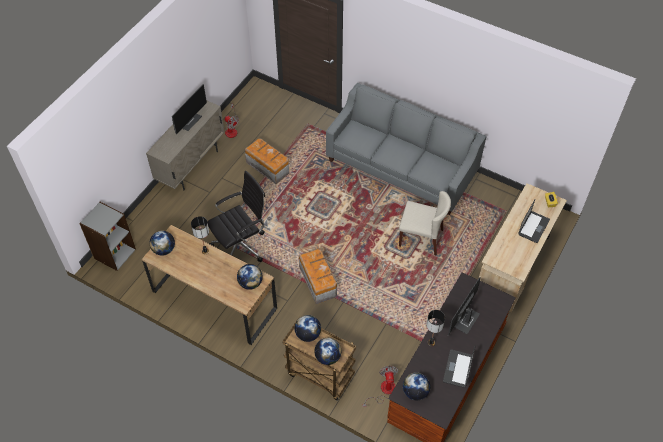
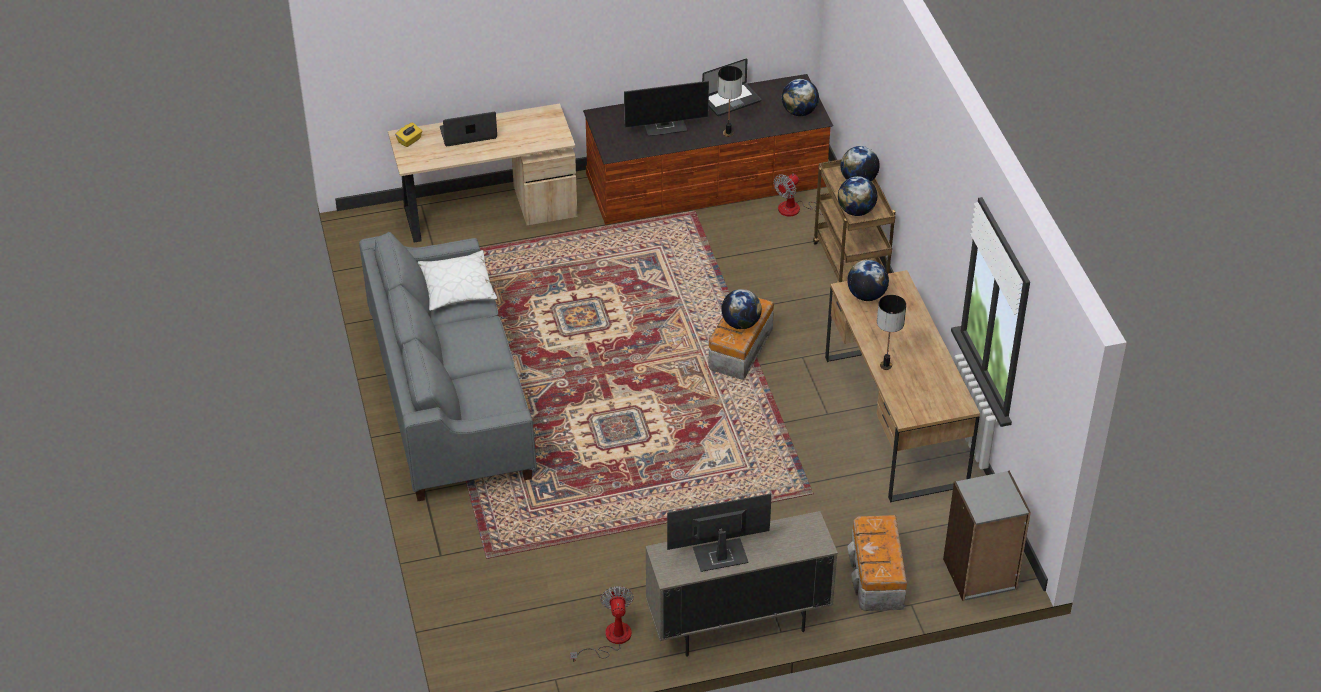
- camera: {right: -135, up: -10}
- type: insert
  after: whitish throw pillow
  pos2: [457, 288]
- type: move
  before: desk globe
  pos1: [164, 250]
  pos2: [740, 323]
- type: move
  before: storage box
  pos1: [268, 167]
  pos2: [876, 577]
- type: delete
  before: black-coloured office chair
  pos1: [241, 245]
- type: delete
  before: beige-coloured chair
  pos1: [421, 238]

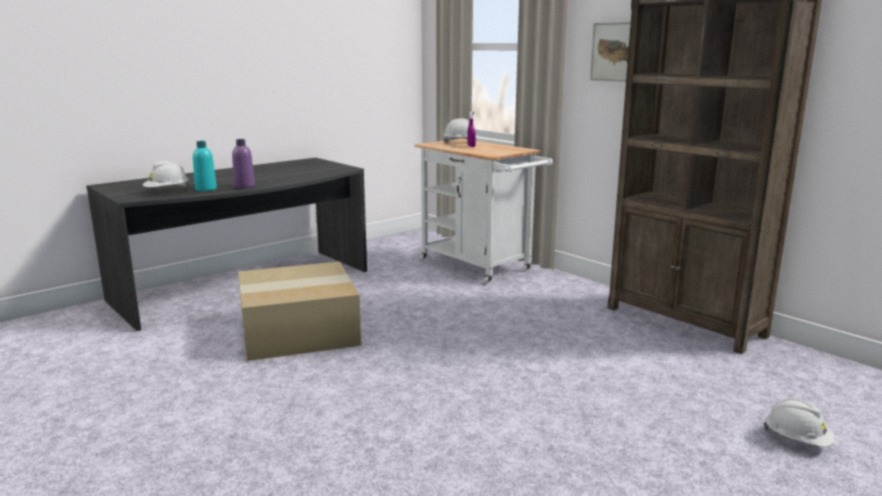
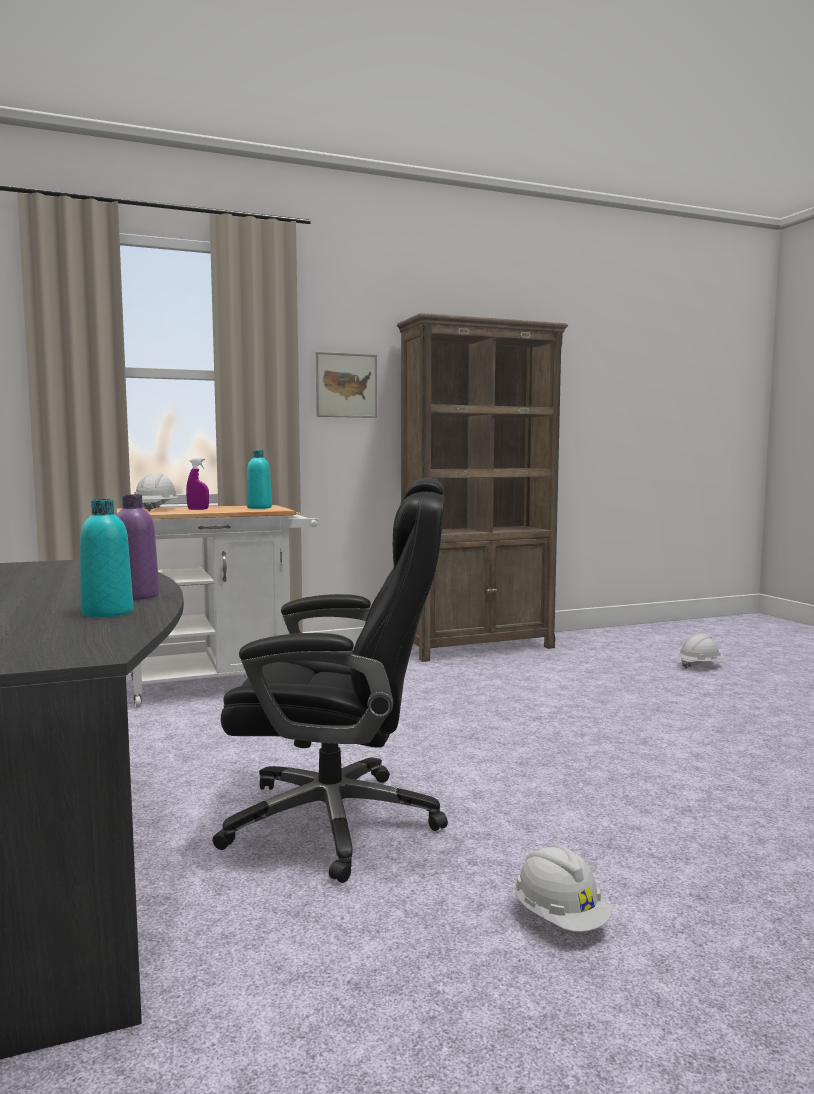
- camera: {right: -70, up: -10}
- type: replace
  before: packing box
  after: black-coloured office chair
  pos1: [297, 332]
  pos2: [338, 821]
- type: insert
  after: turquoise-coloured bottle
  pos2: [259, 508]
- type: move
  before: whitish hard hat
  pos1: [167, 191]
  pos2: [560, 918]

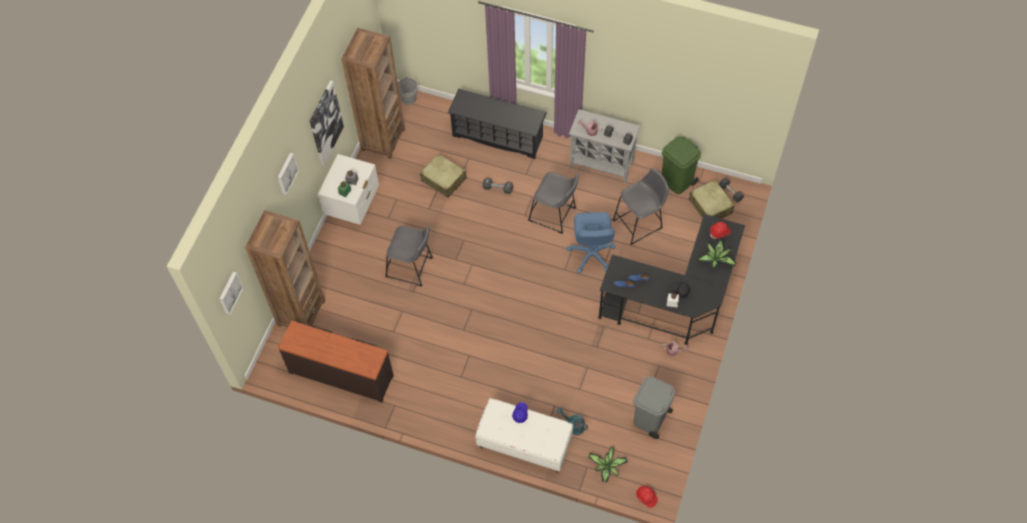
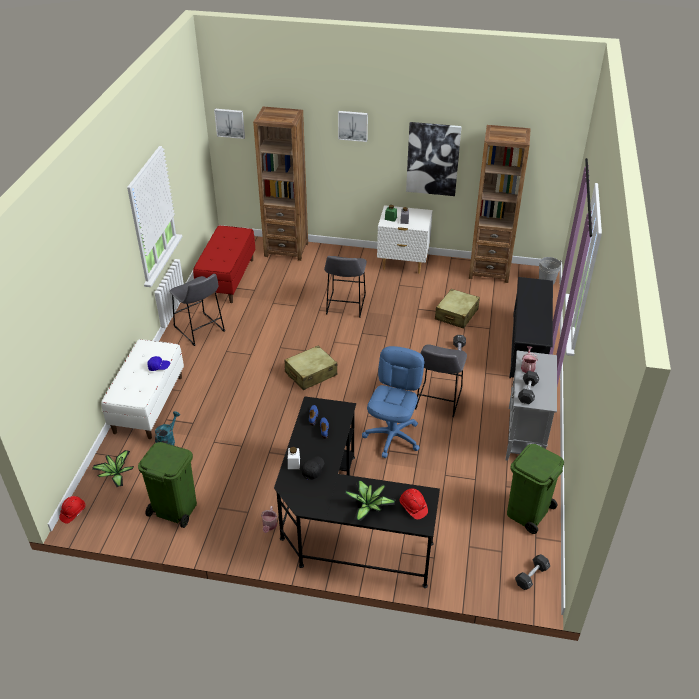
- camera: {right: 80, up: -20}
- type: recolor
  before: gray trash can
  after: greenish trash can
  pos1: [650, 419]
  pos2: [174, 509]
- type: move
  before: gray stool seat
  pos1: [639, 223]
  pos2: [200, 330]
- type: replace
  before: brown chest of drawers
  after: reddish long seat
  pos1: [341, 373]
  pos2: [227, 279]
- type: move
  before: beige-coloured travel case
  pos1: [710, 206]
  pos2: [310, 374]
- type: rotate
  before: blue office chair
  pos1: [591, 254]
  pos2: [393, 436]
  turn: 120

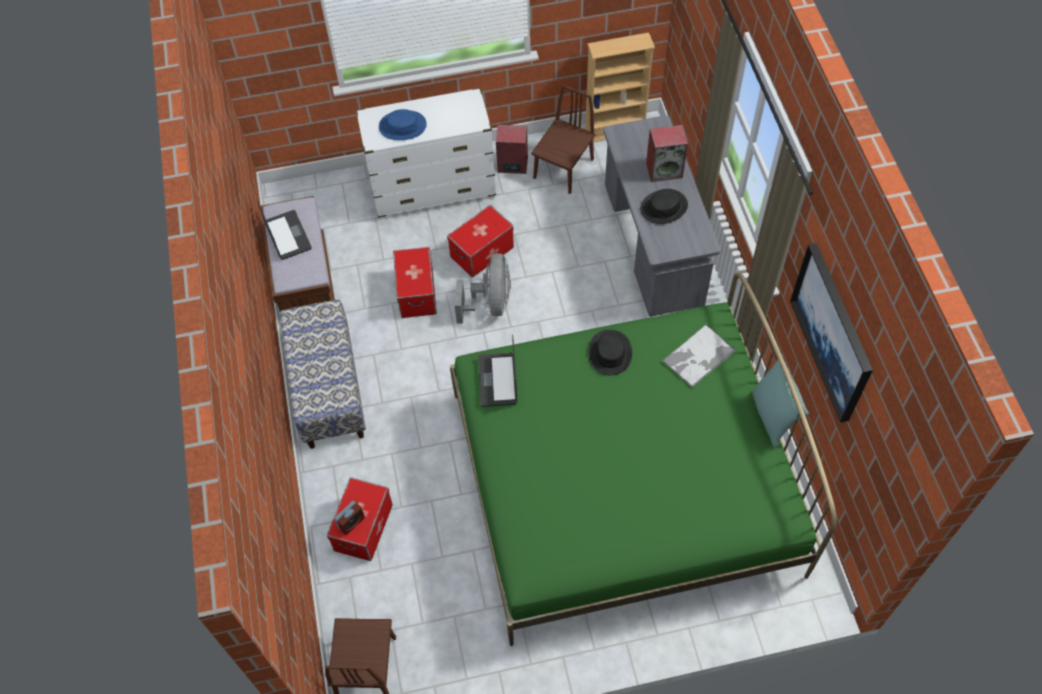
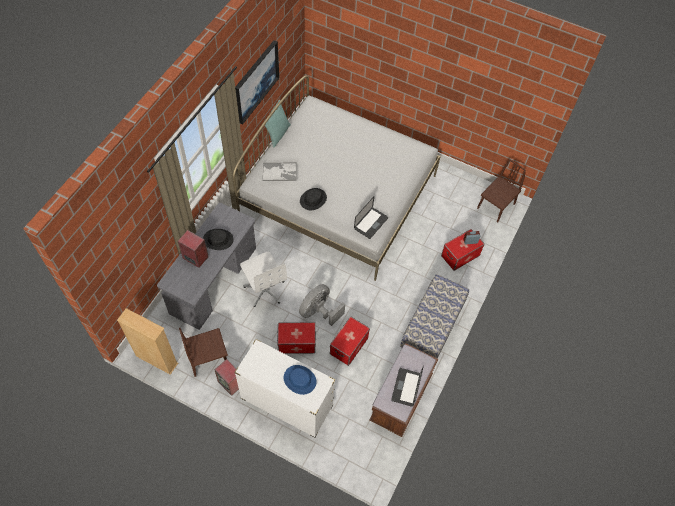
- camera: {right: -145, up: 0}
- type: recolor
  before: greenish bed
  after: whitish bed
  pos1: [623, 482]
  pos2: [339, 195]
- type: insert
  after: whitish office chair
  pos2: [265, 289]

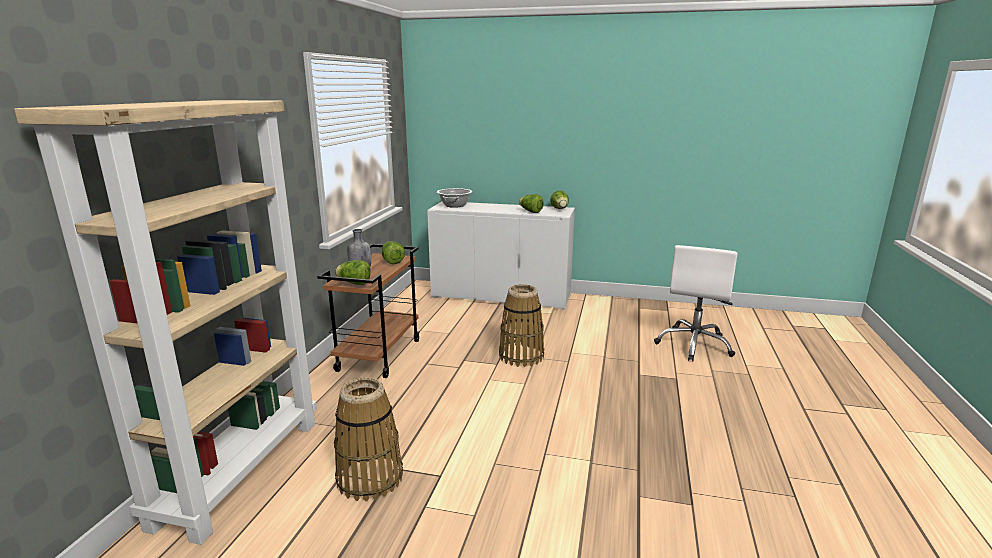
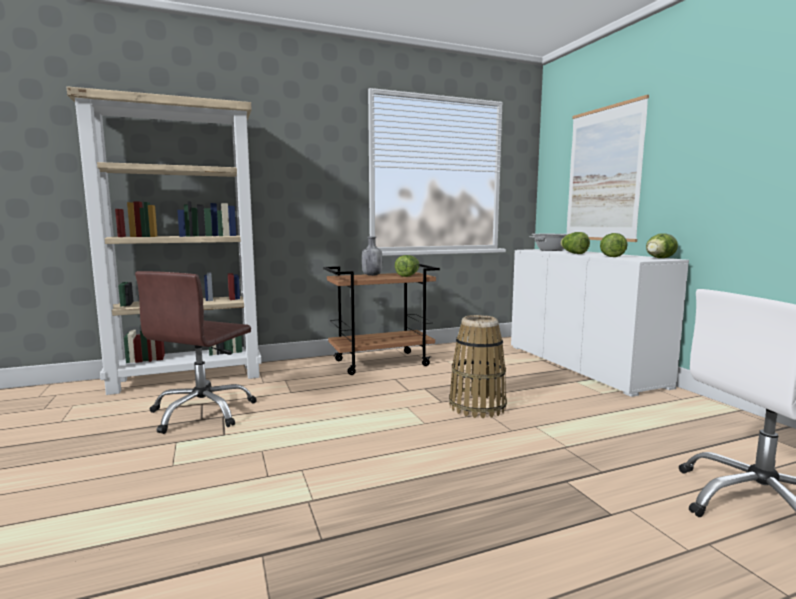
- camera: {right: 55, up: -10}
- type: replace
  before: basket
  after: brown office chair
  pos1: [369, 478]
  pos2: [203, 413]
- type: move
  before: lettuce head
  pos1: [354, 283]
  pos2: [573, 253]
- type: insert
  after: wall picture
  pos2: [603, 174]

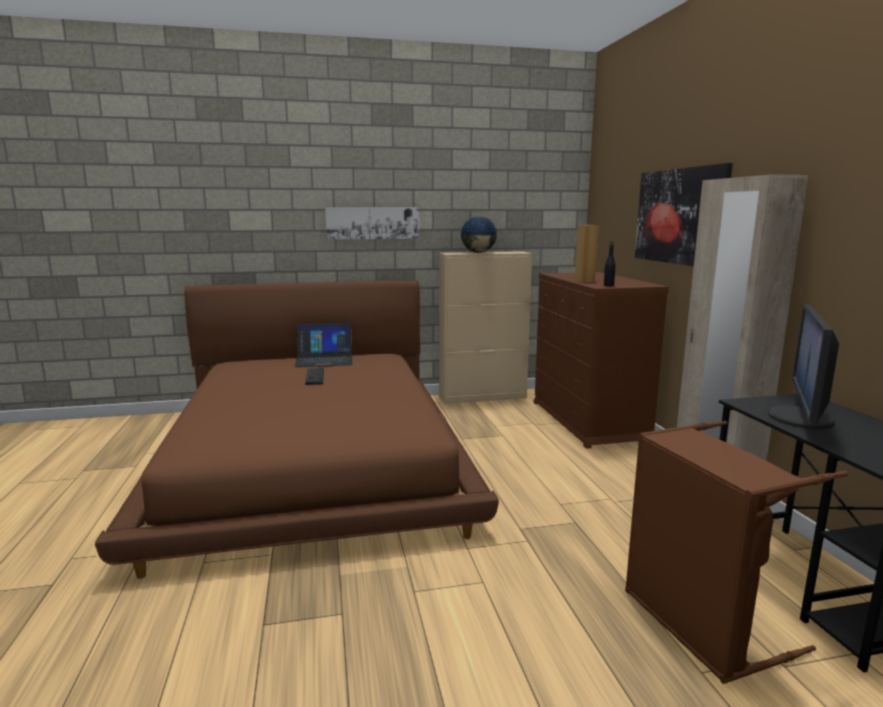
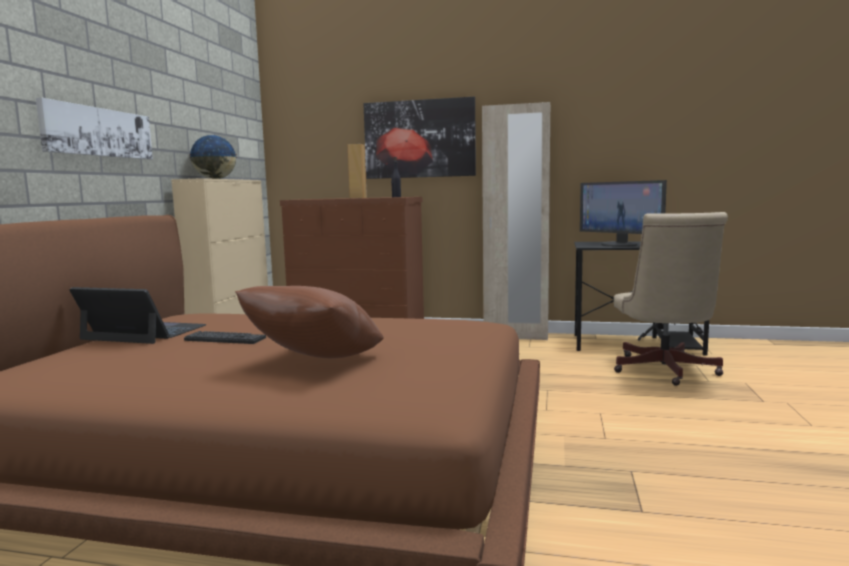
- camera: {right: -65, up: -5}
- type: rotate
  before: notebook computer
  pos1: [324, 359]
  pos2: [144, 332]
  turn: -90
- type: insert
  after: brown throw pillow
  pos2: [315, 362]
- type: replace
  before: brown washing basket
  after: beige-coloured office chair
  pos1: [699, 624]
  pos2: [664, 371]

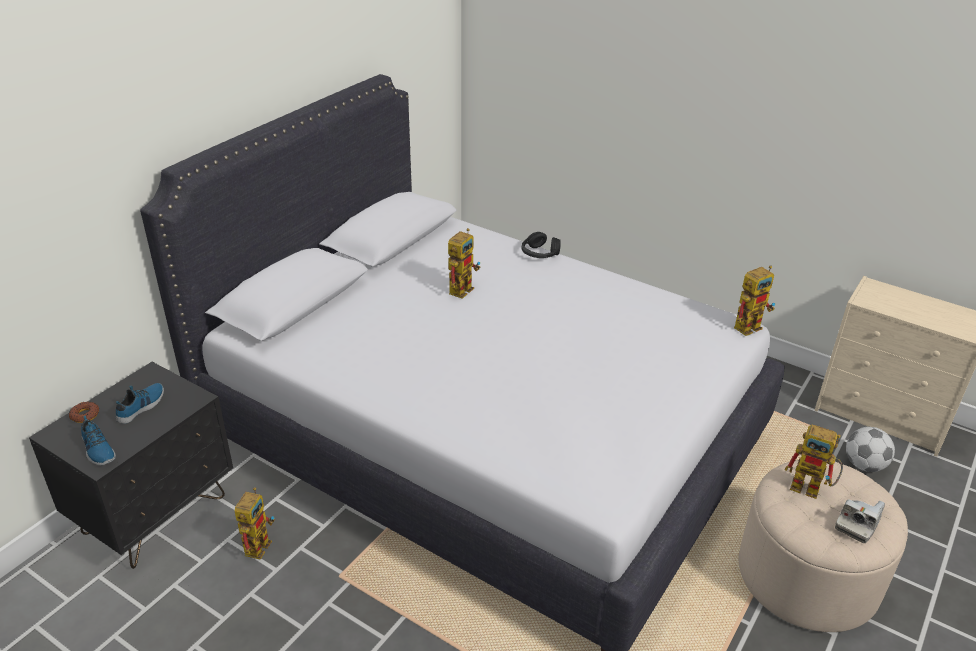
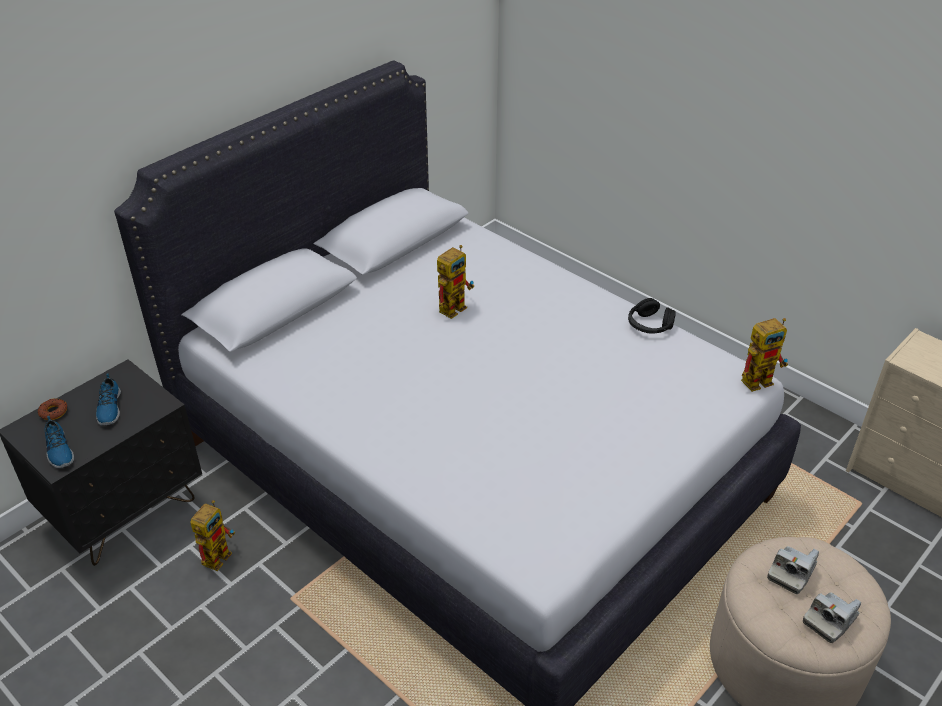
- camera: {right: 10, up: 5}
- type: rotate
  before: low shoe
  pos1: [142, 406]
  pos2: [109, 408]
  turn: 135
- type: move
  before: black-coloured pair of headphones
  pos1: [540, 254]
  pos2: [649, 325]
- type: replace
  before: model robot
  after: still camera
  pos1: [812, 488]
  pos2: [791, 572]
- type: delete
  before: football ball
  pos1: [864, 465]

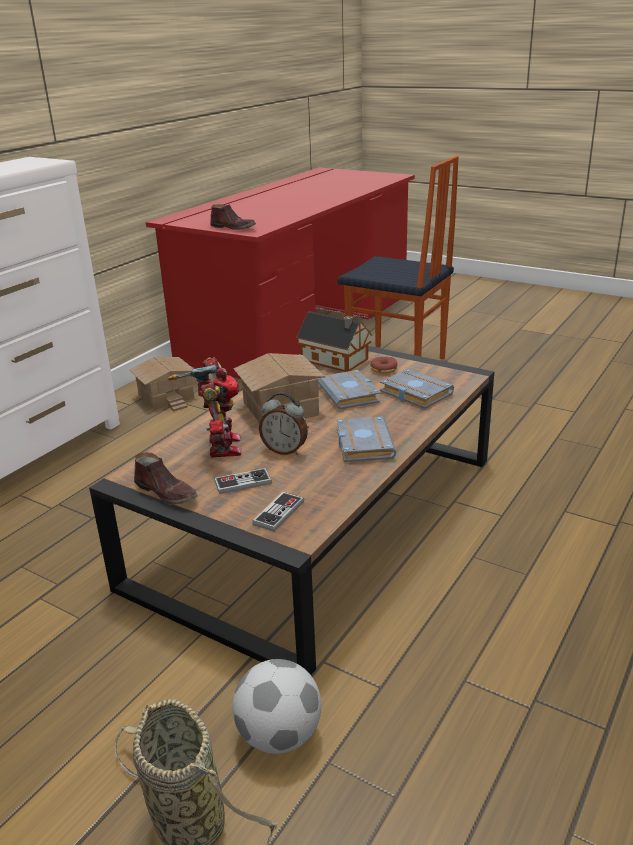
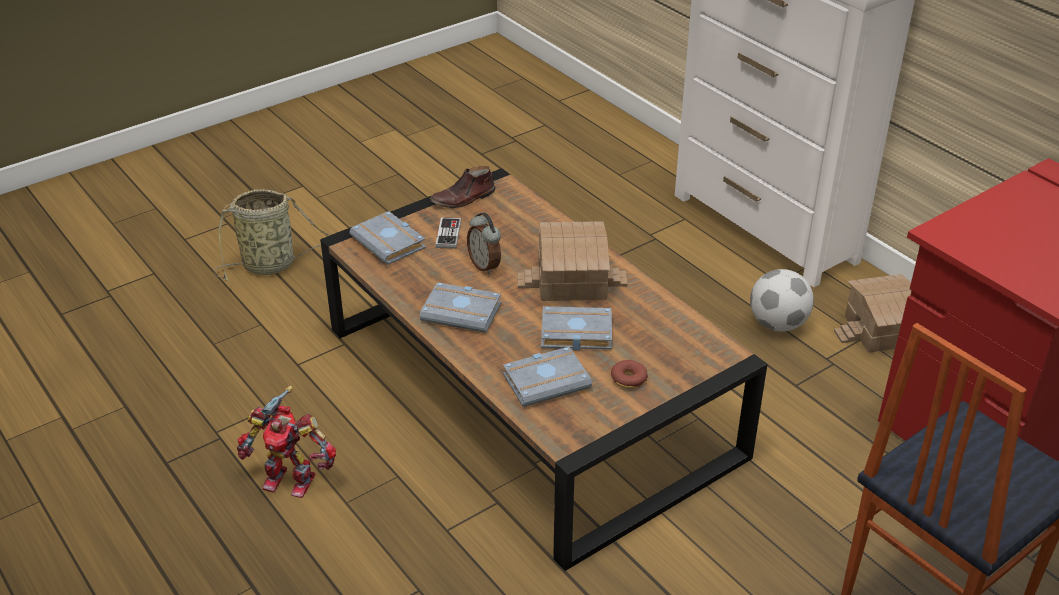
- camera: {right: 110, up: 10}
- type: move
  before: model robot
  pos1: [220, 447]
  pos2: [290, 479]
- type: replace
  before: gamepad
  after: gray volume
  pos1: [278, 513]
  pos2: [390, 243]
- type: rotate
  before: table clock
  pos1: [285, 450]
  pos2: [485, 266]
  turn: -75
- type: move
  before: football ball
  pos1: [279, 736]
  pos2: [777, 324]
- type: delete
  before: brown low shoe
  pos1: [233, 227]
- type: delete
  before: model house
  pos1: [336, 360]

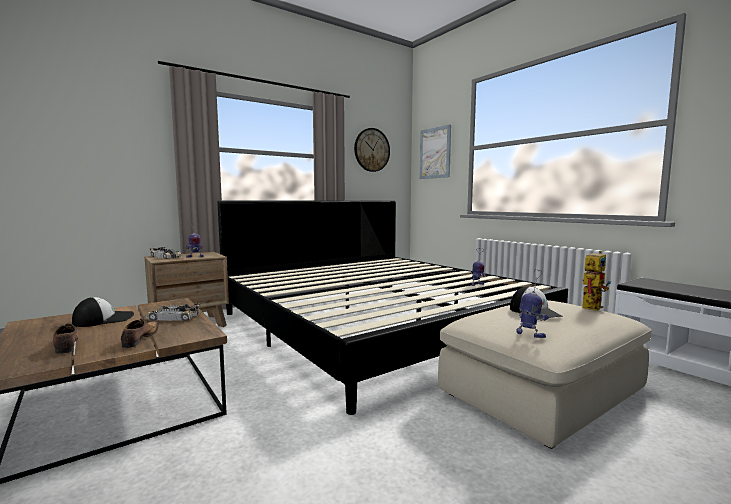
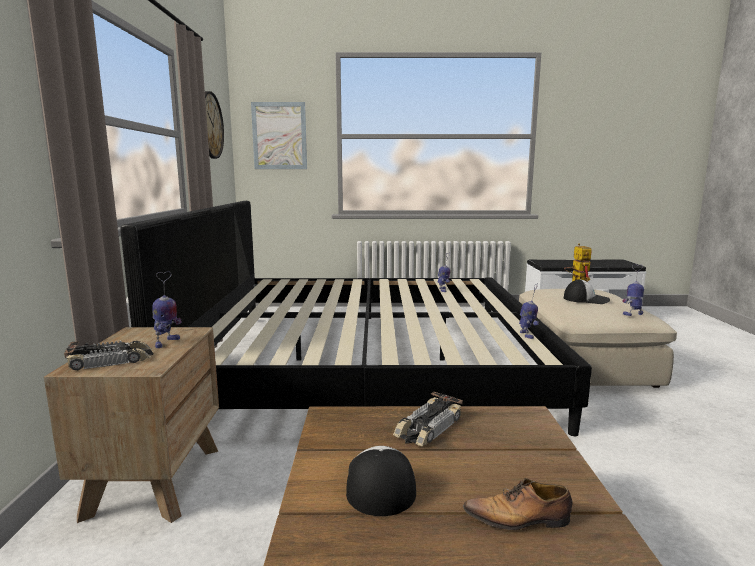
- camera: {right: -55, up: 5}
- type: insert
  after: model robot
  pos2: [527, 335]
- type: delete
  before: low shoe
  pos1: [140, 339]

